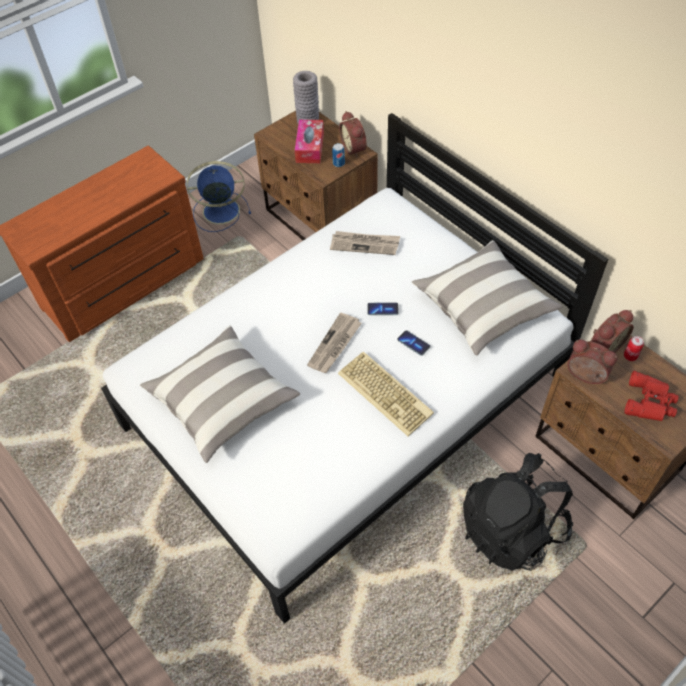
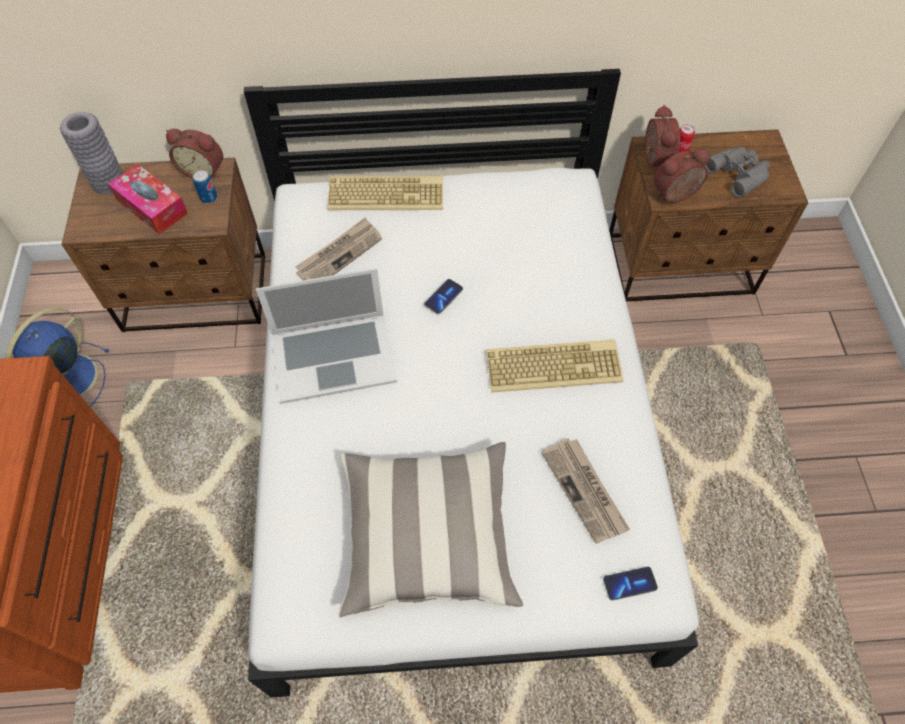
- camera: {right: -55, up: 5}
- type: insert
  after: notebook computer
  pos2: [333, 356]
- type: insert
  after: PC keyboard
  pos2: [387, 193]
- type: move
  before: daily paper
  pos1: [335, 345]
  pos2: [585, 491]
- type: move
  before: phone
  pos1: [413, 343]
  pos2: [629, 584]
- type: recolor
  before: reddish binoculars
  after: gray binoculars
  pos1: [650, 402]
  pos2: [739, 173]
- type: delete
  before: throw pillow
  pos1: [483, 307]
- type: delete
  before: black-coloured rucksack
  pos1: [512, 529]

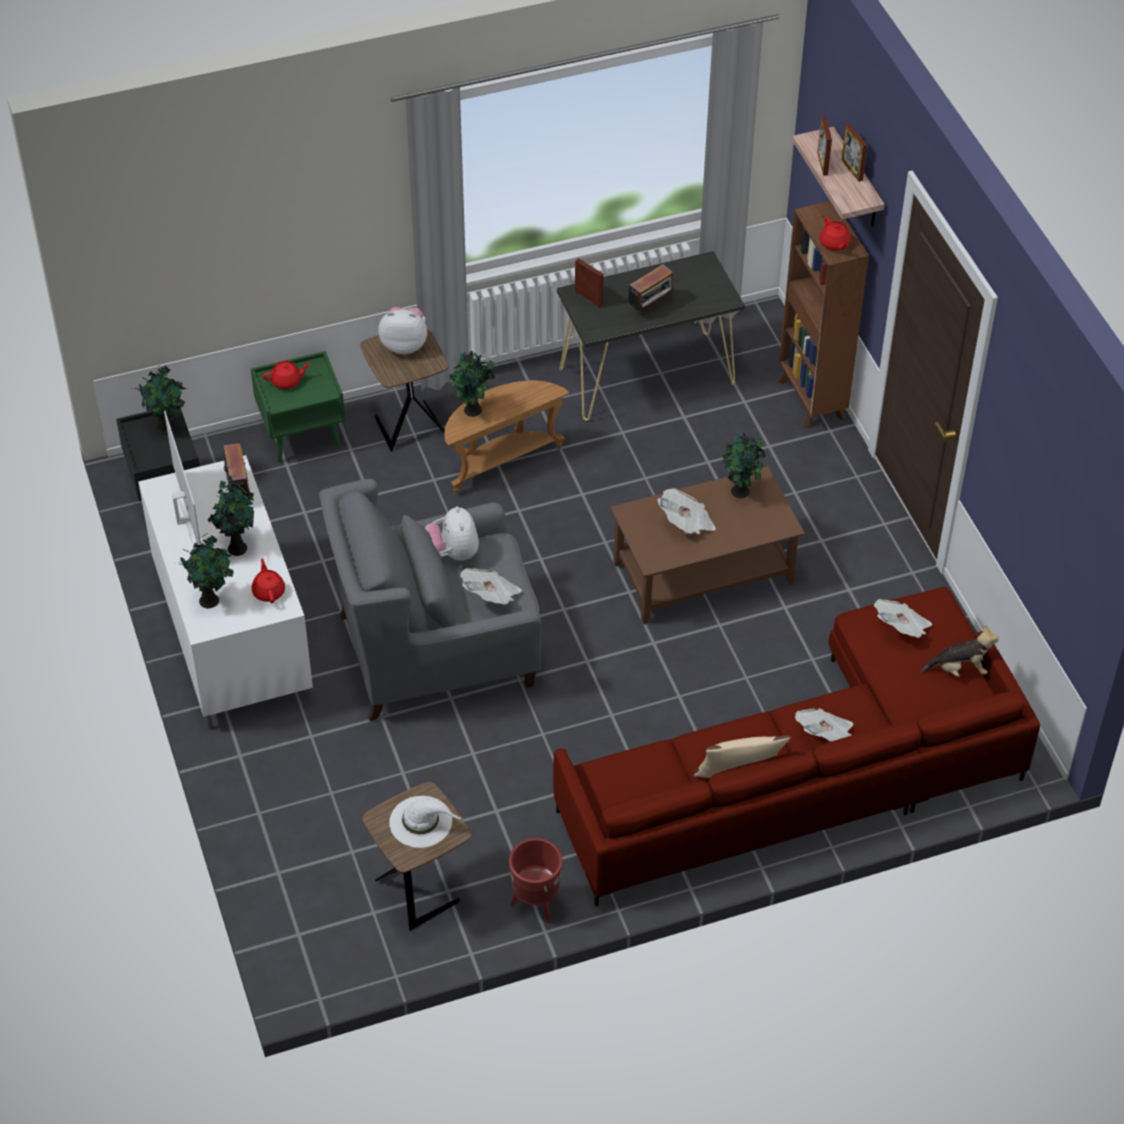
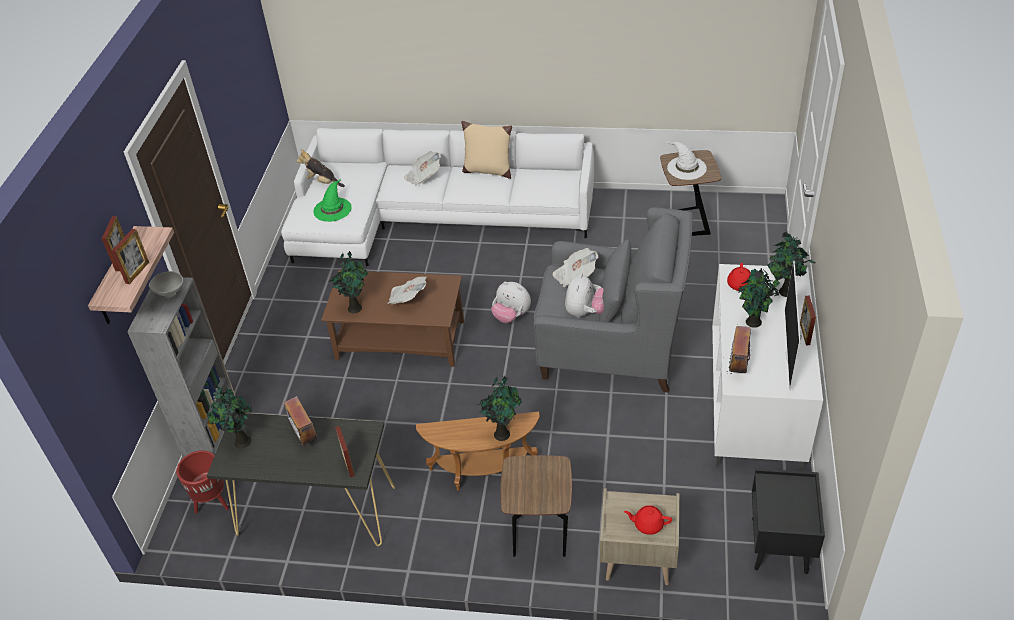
- camera: {right: -150, up: -5}
- type: recolor
  before: brown shelving unit
  after: gray shelving unit
  pos1: [811, 401]
  pos2: [216, 440]
- type: replace
  before: reddish pot for tea
  after: whitish bowl
  pos1: [834, 244]
  pos2: [169, 292]
- type: move
  before: reddish plant pot
  pos1: [535, 905]
  pos2: [213, 503]
- type: move
  before: potted plant
  pos1: [166, 428]
  pos2: [241, 441]
- type: recolor
  before: reddish sofa
  after: whitish sofa
  pos1: [807, 773]
  pos2: [432, 216]
- type: rotate
  before: radio set
  pos1: [651, 307]
  pos2: [304, 437]
  turn: -105
- type: replace
  before: daily paper
  after: greenish clothing hat
  pos1: [902, 628]
  pos2: [332, 209]
- type: move
  before: plush toy
  pos1: [404, 345]
  pos2: [511, 316]
- type: recolor
  before: greenish nightstand
  after: beige-coloured nightstand
  pos1: [303, 436]
  pos2: [637, 561]
- type: insert
  after: picture frame
  pos2: [805, 334]

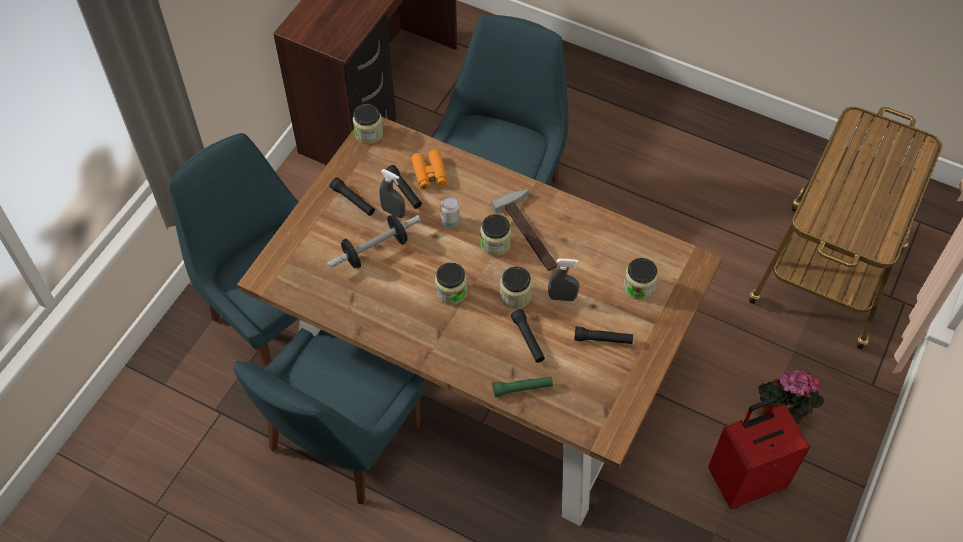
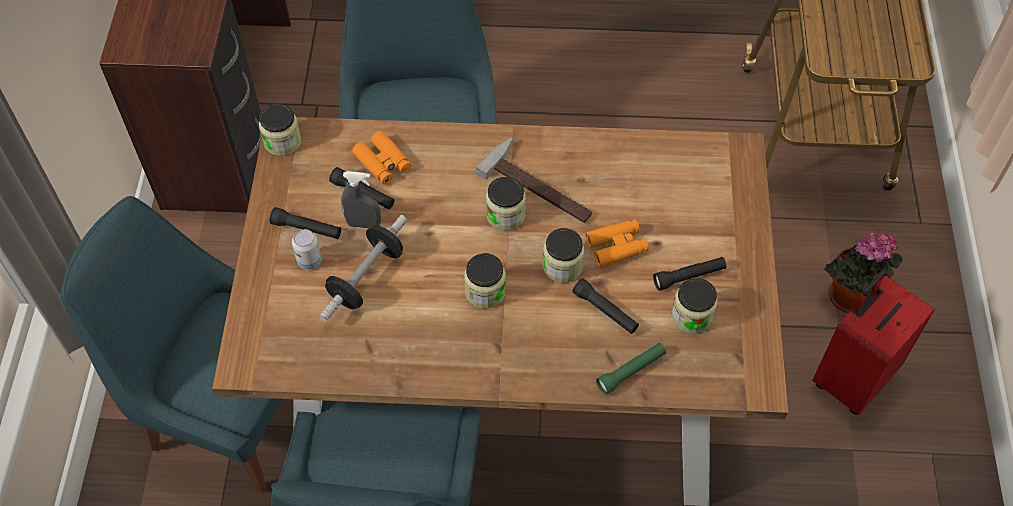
- camera: {right: -25, up: 0}
- type: move
  before: sealed can
  pos1: [450, 221]
  pos2: [309, 261]
- type: replace
  before: gray hand sprayer
  after: orangey binoculars
  pos1: [562, 297]
  pos2: [616, 247]
- type: move
  before: jar
  pos1: [638, 287]
  pos2: [691, 316]

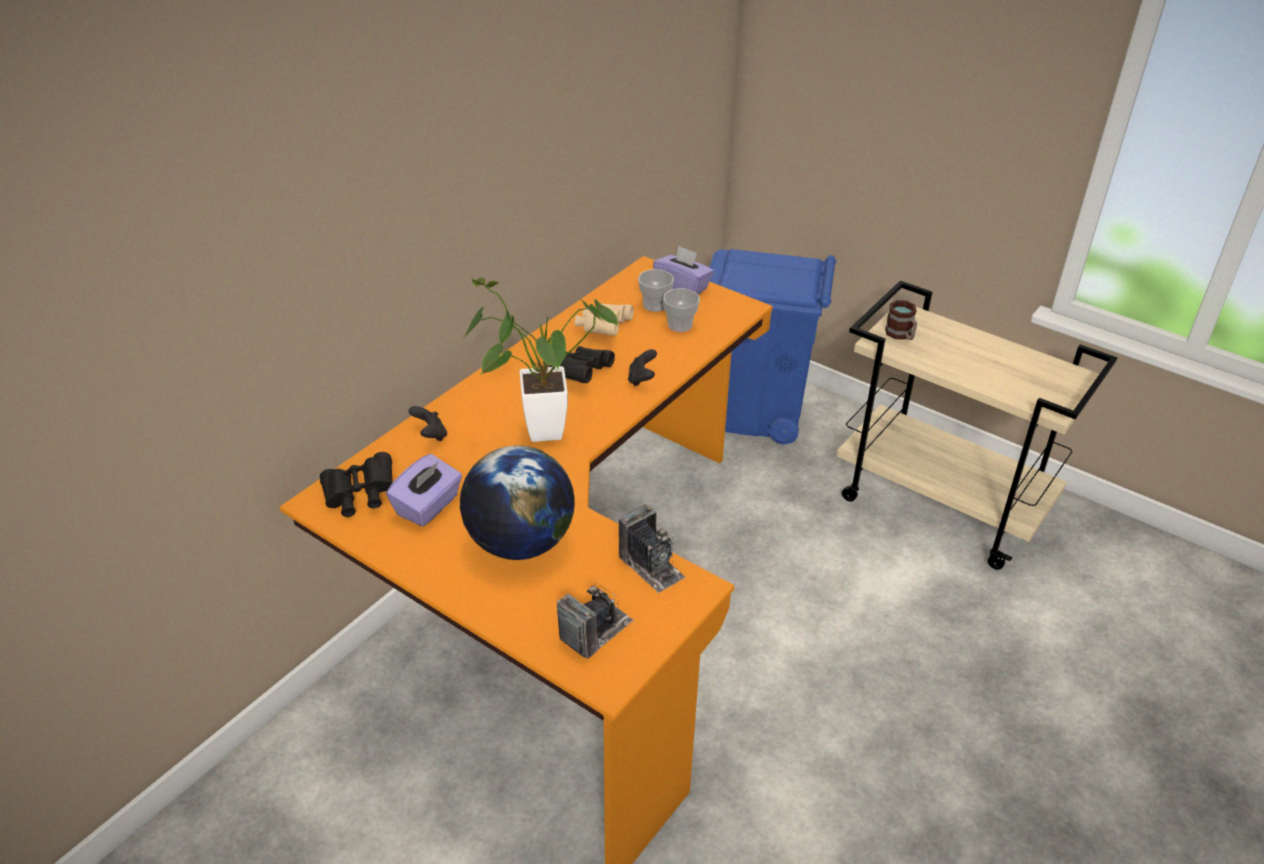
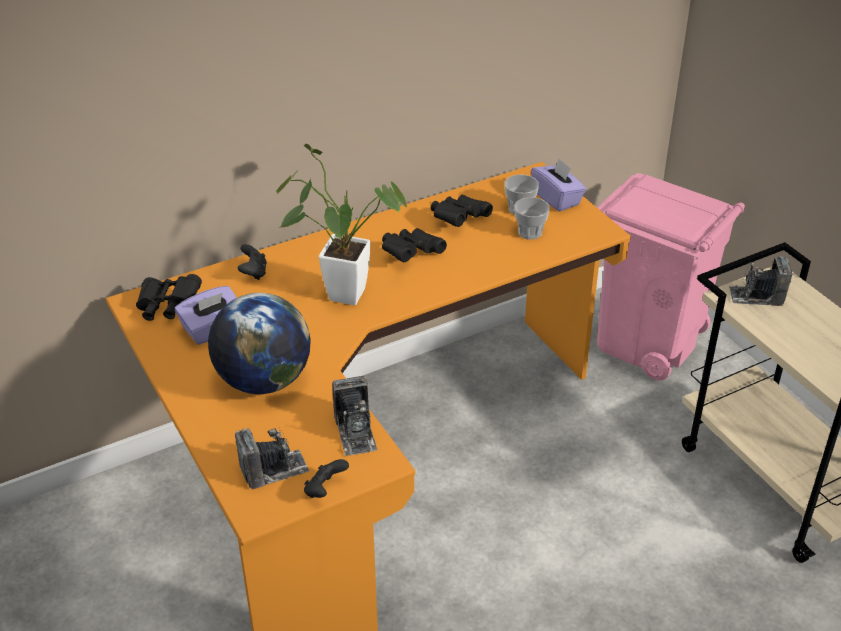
- camera: {right: 25, up: 0}
- type: move
  before: black-coloured gamepad
  pos1: [642, 379]
  pos2: [325, 490]
- type: recolor
  before: beige-coloured binoculars
  after: black-coloured binoculars
  pos1: [603, 329]
  pos2: [458, 219]
- type: recolor
  before: blue trash can
  after: pink trash can
  pos1: [756, 412]
  pos2: [647, 342]
- type: replace
  before: tea mug
  after: still camera
  pos1: [901, 335]
  pos2: [756, 296]

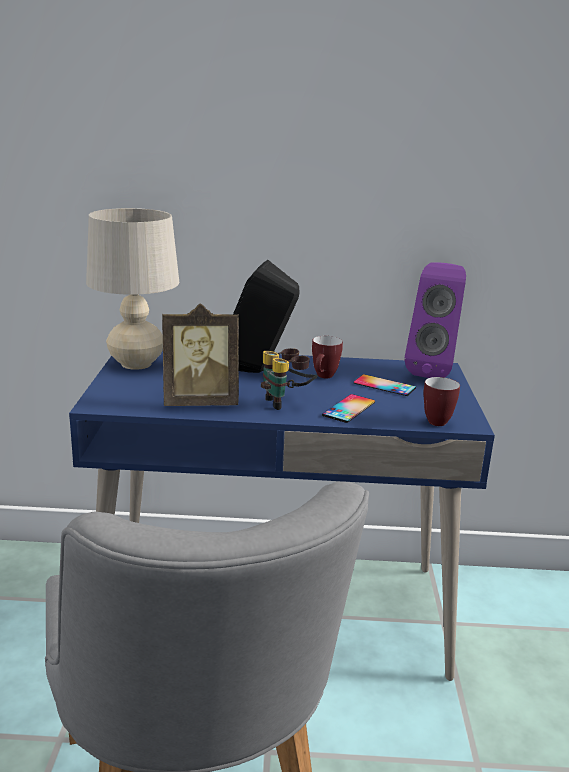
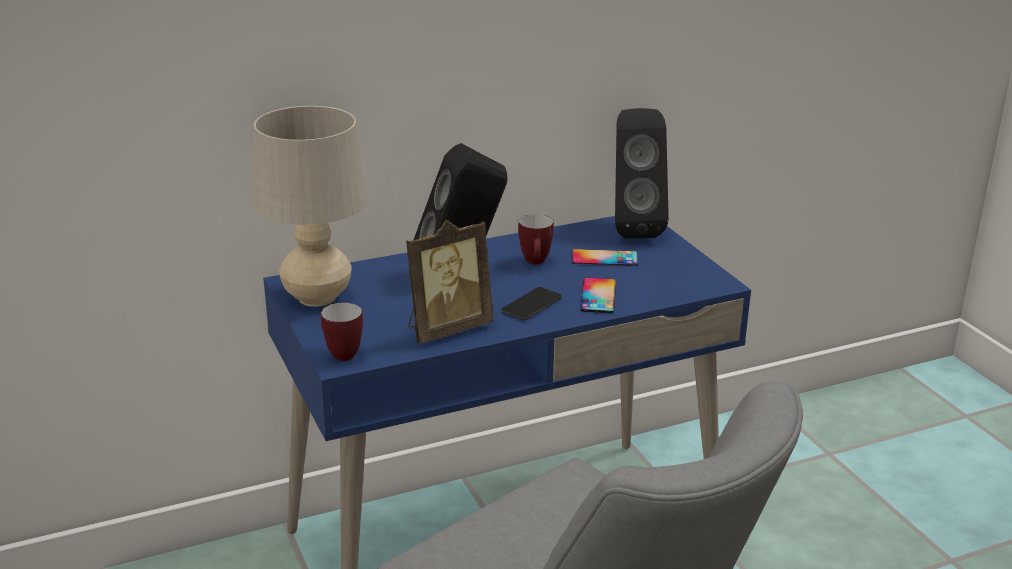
- camera: {right: -25, up: 5}
- type: move
  before: tea mug
  pos1: [434, 420]
  pos2: [339, 354]
- type: replace
  before: binoculars
  after: phone
  pos1: [286, 402]
  pos2: [532, 305]
- type: recolor
  before: purplish audio speaker
  after: black-coloured audio speaker
  pos1: [432, 371]
  pos2: [633, 228]

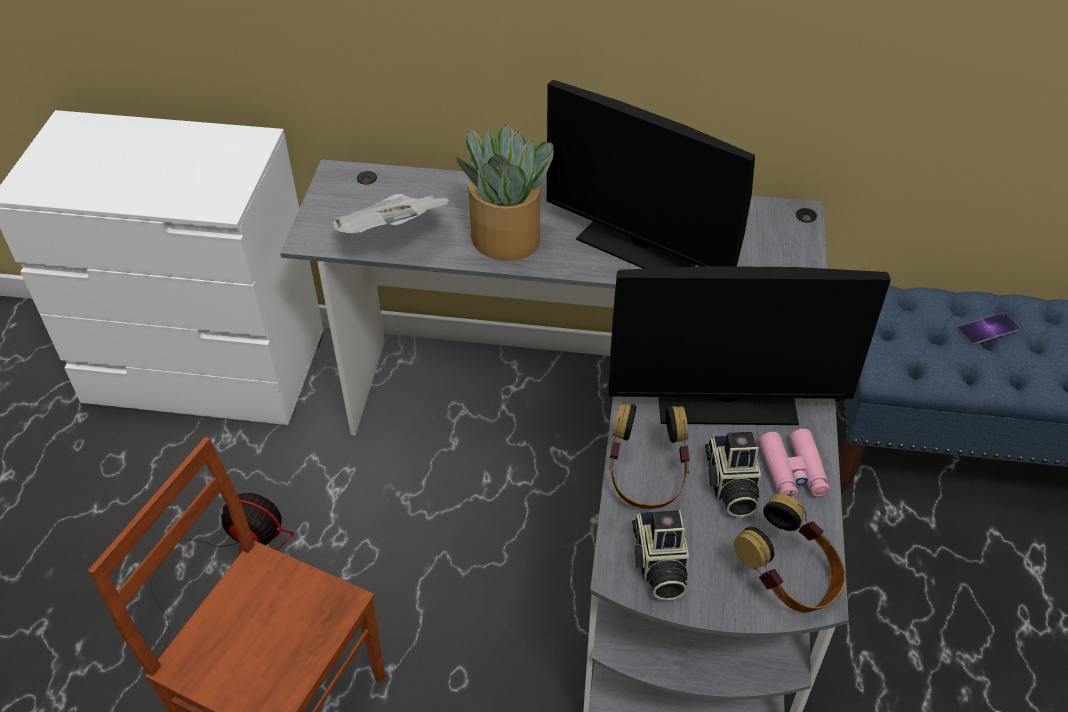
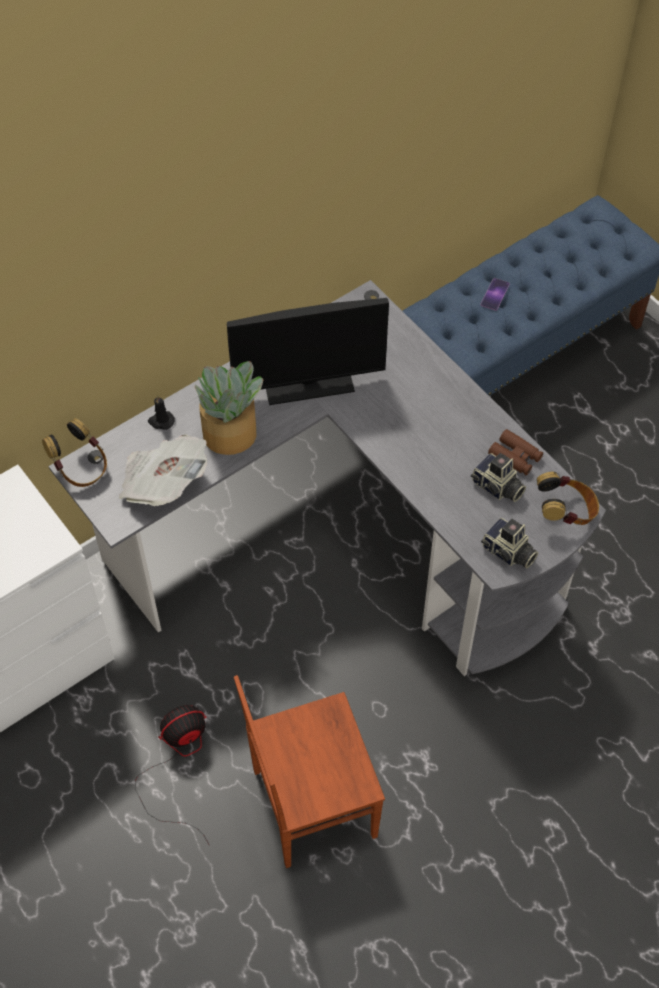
- camera: {right: -45, up: 10}
- type: move
  before: pair of headphones
  pos1: [646, 479]
  pos2: [81, 468]
- type: insert
  after: black-coloured wax candle
  pos2: [161, 421]
- type: recolor
  before: pink binoculars
  after: brown binoculars
  pos1: [792, 471]
  pos2: [515, 456]
- type: delete
  before: monitor
  pos1: [726, 400]

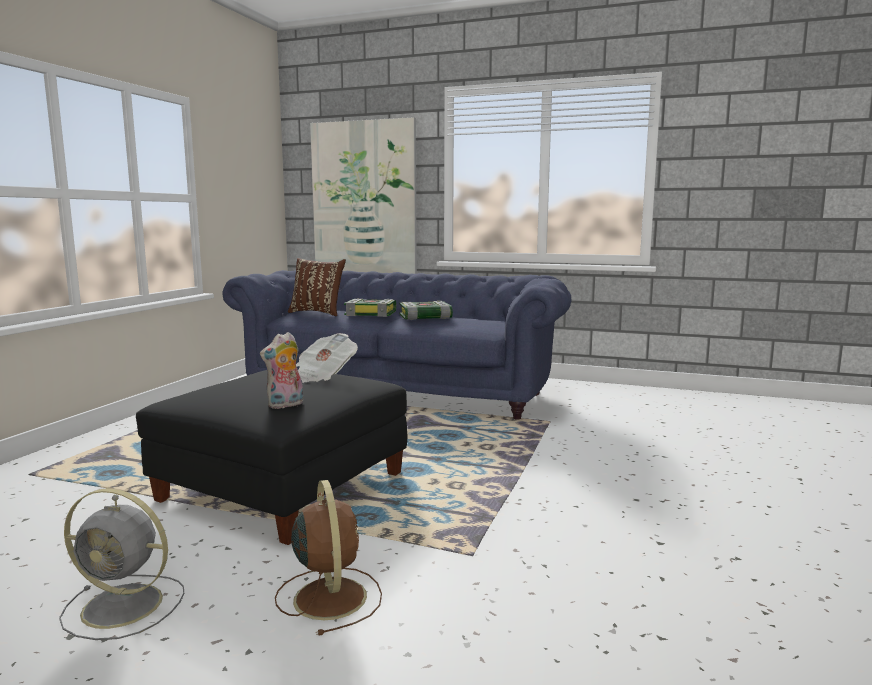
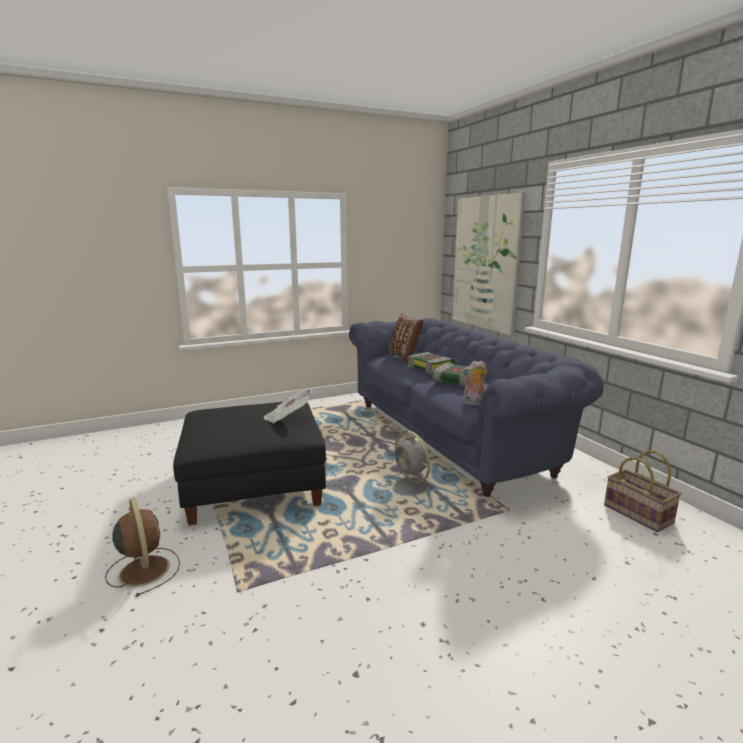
- camera: {right: 45, up: 5}
- type: rotate
  before: brown electric fan
  pos1: [329, 596]
  pos2: [144, 569]
  turn: -60
- type: move
  before: gray electric fan
  pos1: [125, 606]
  pos2: [412, 487]
- type: move
  before: plush toy
  pos1: [285, 405]
  pos2: [474, 403]
- type: insert
  after: basket
  pos2: [639, 514]

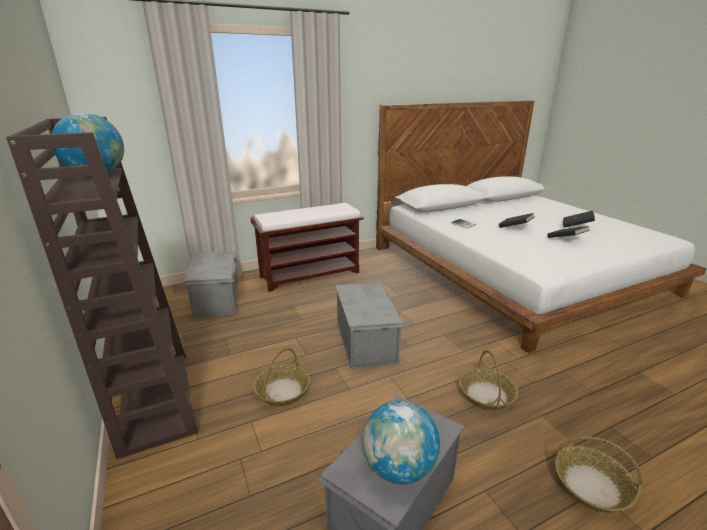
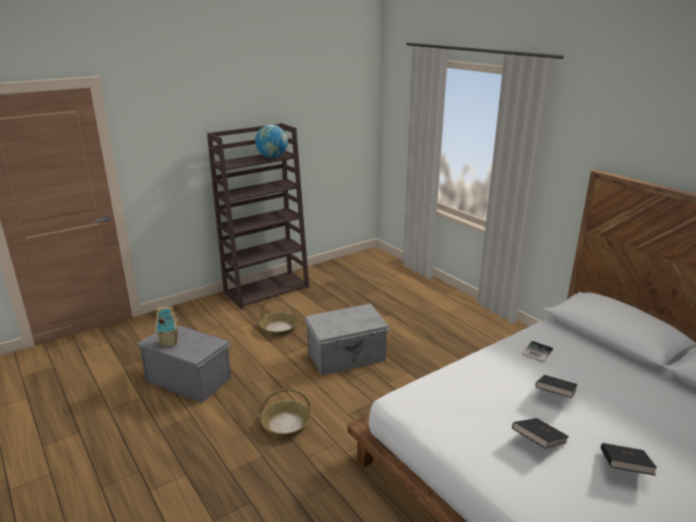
- camera: {right: 80, up: 0}
- type: replace
  before: desk globe
  after: model house
  pos1: [398, 467]
  pos2: [169, 342]
- type: delete
  before: gray storage box
  pos1: [218, 299]
- type: delete
  before: brown long seat
  pos1: [310, 274]
- type: delete
  before: basket
  pos1: [590, 486]

